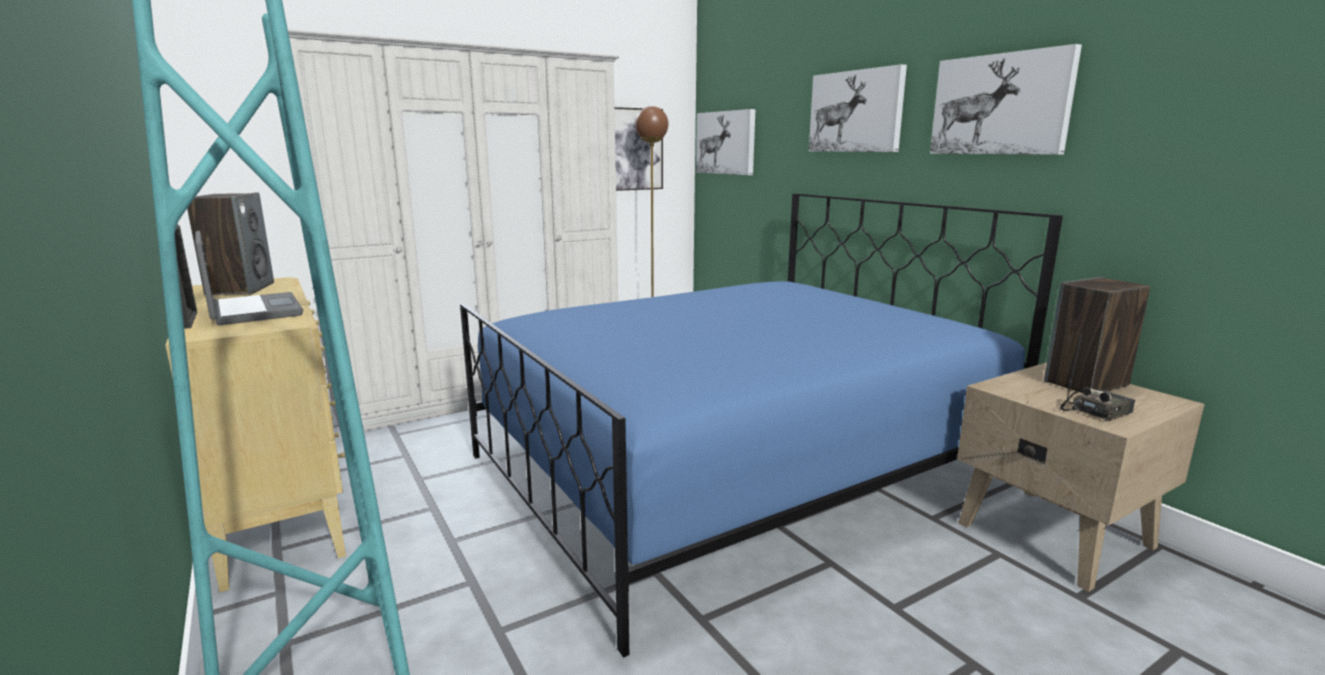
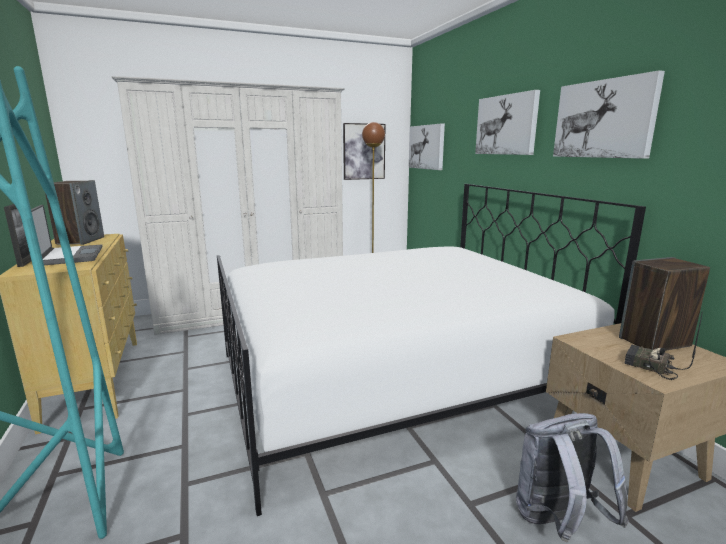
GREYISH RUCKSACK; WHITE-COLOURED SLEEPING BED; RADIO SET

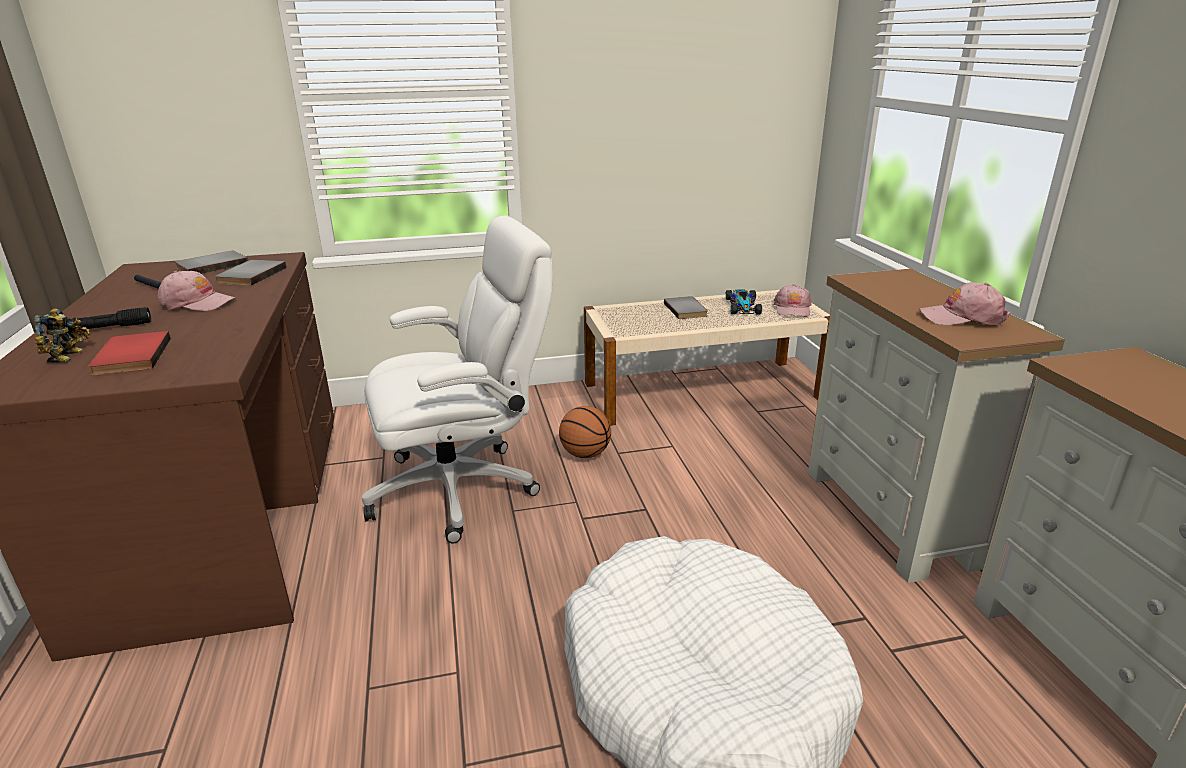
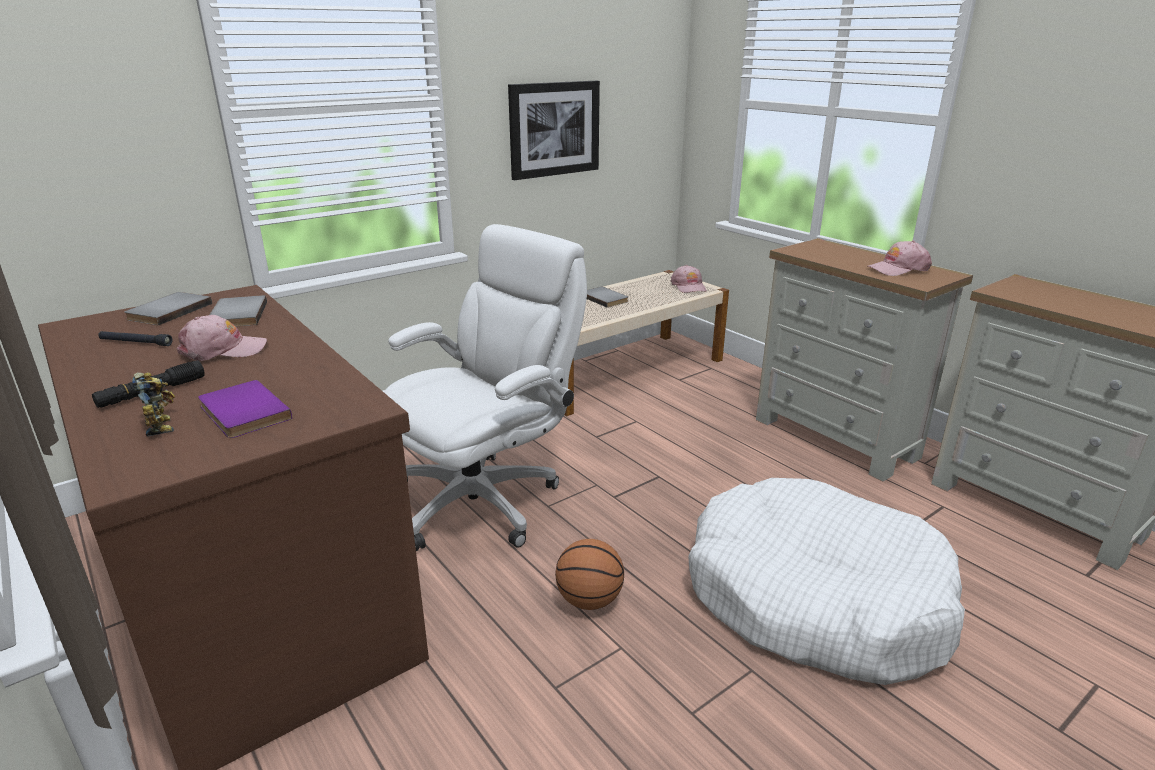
TOY CAR; WALL ART; BALL FOR BASKETBALL; PURPLE BOUND BOOK

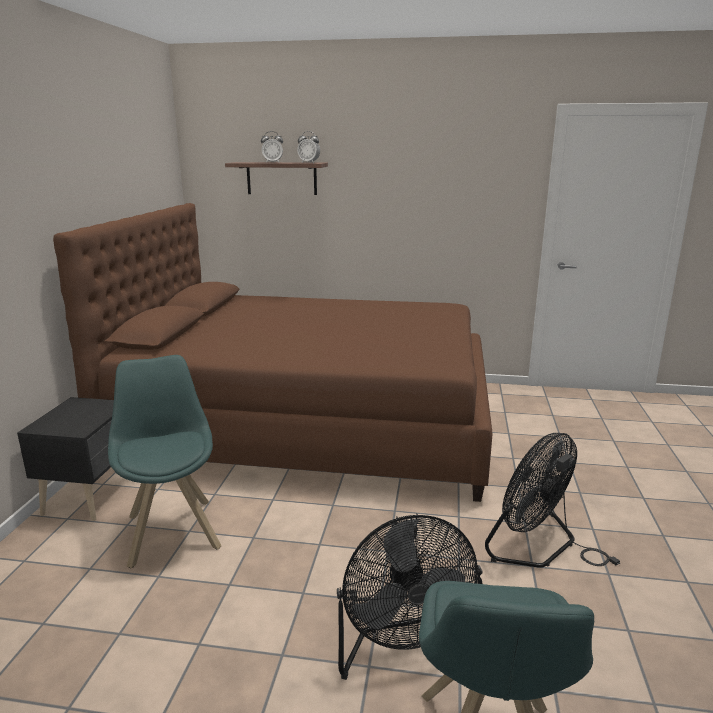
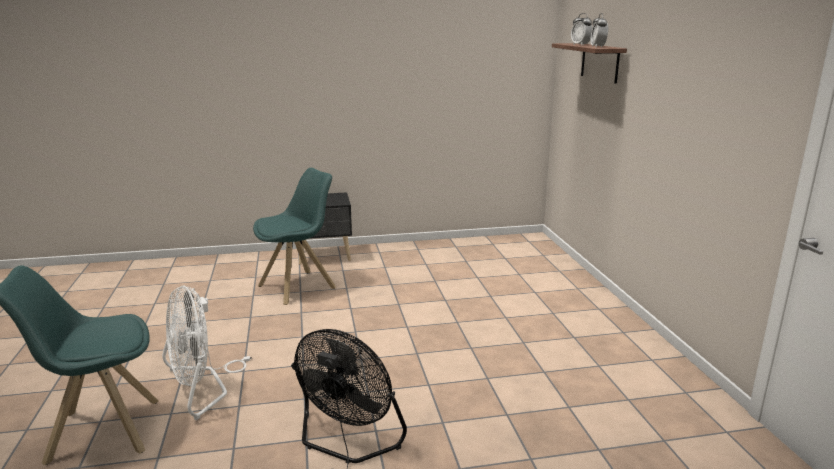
BROWN SLEEPING BED; WHITE-COLOURED FAN

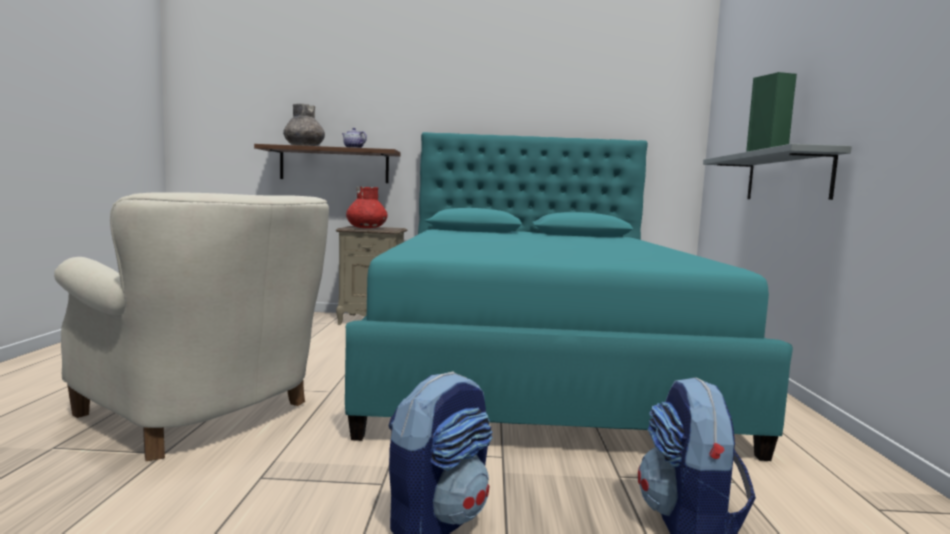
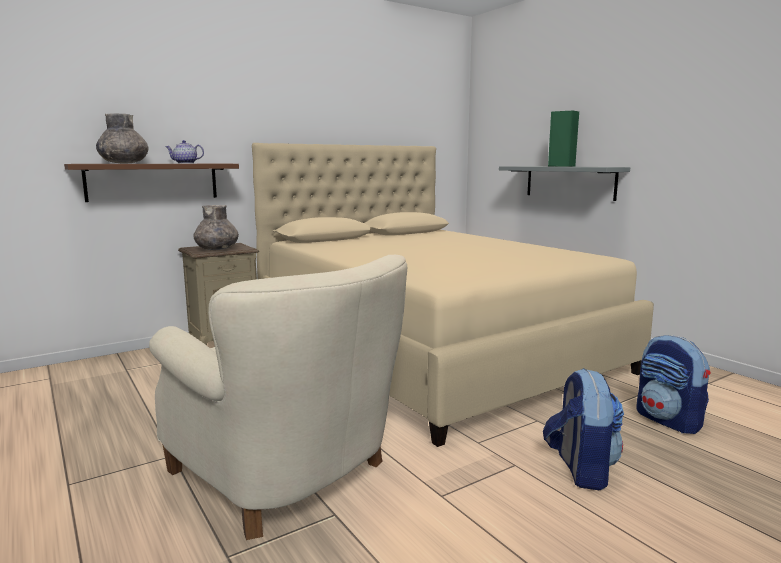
SAND-COLOURED SLEEPING BED; GREYISH FLOWER VASE (2nd from left); SAND-COLOURED ARMCHAIR

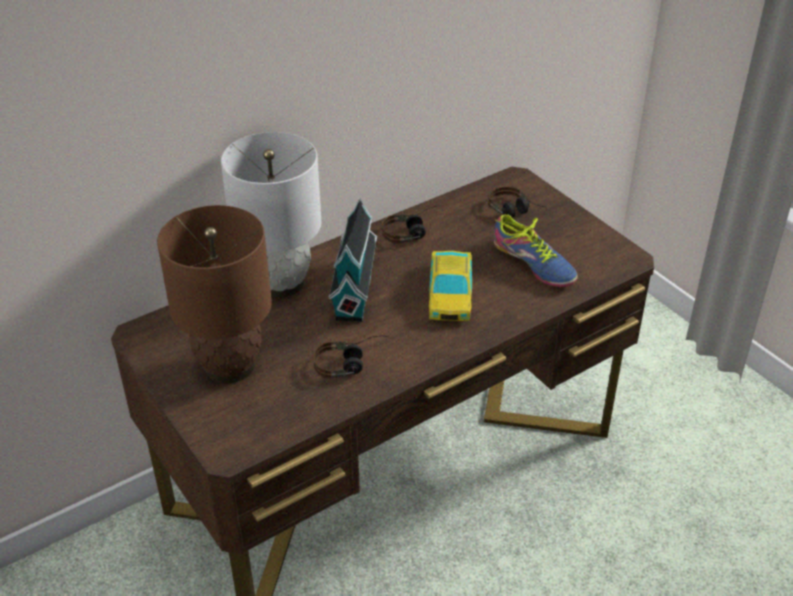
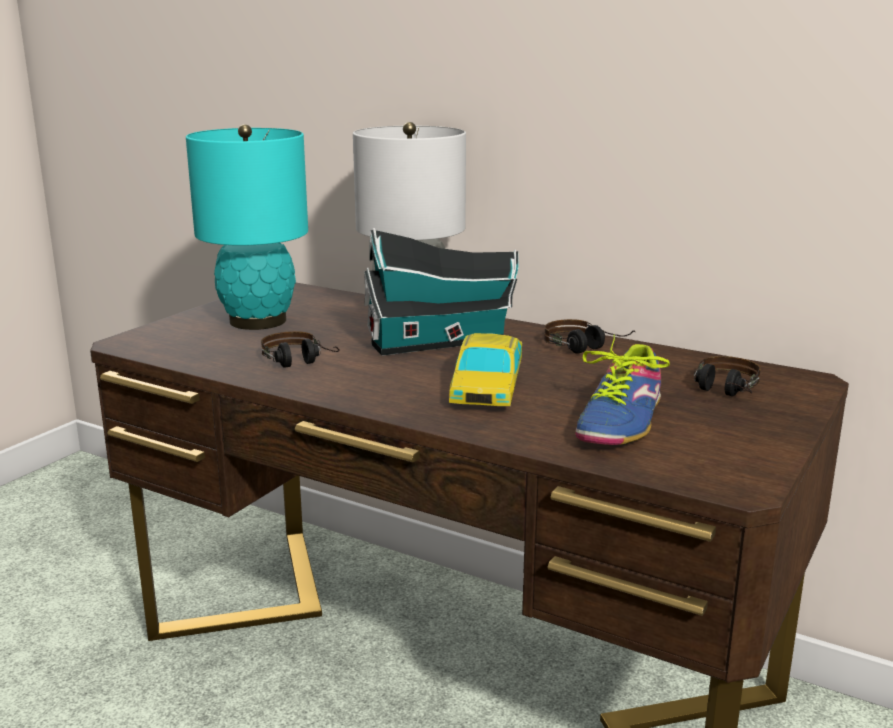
TURQUOISE-COLOURED TABLETOP LAMP; TOY CAR

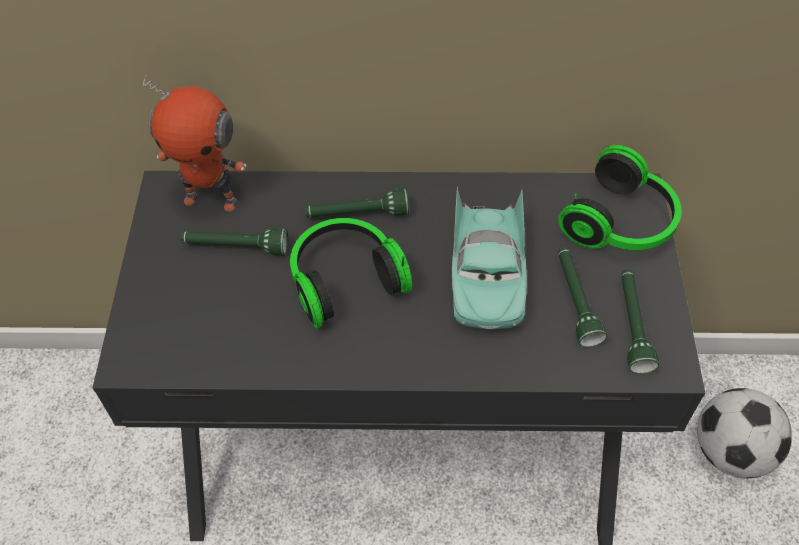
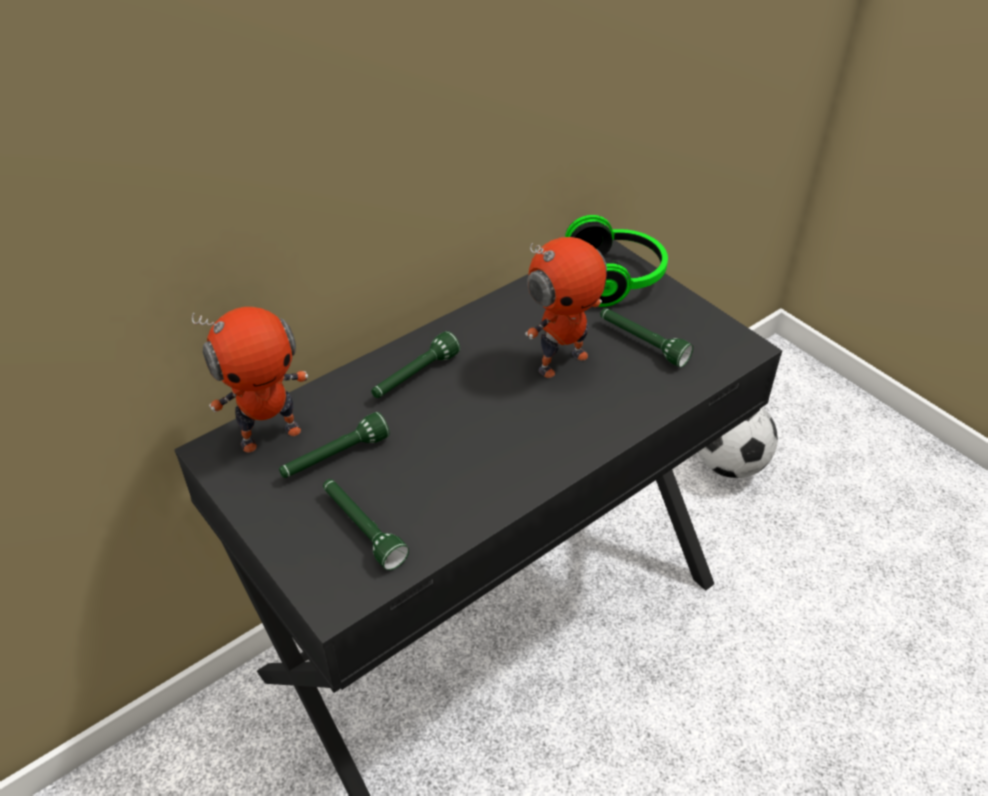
HEADSET (1st from left in the first image); GREEN-COLOURED TORCH (2nd from left); MODEL ROBOT (2nd from left)

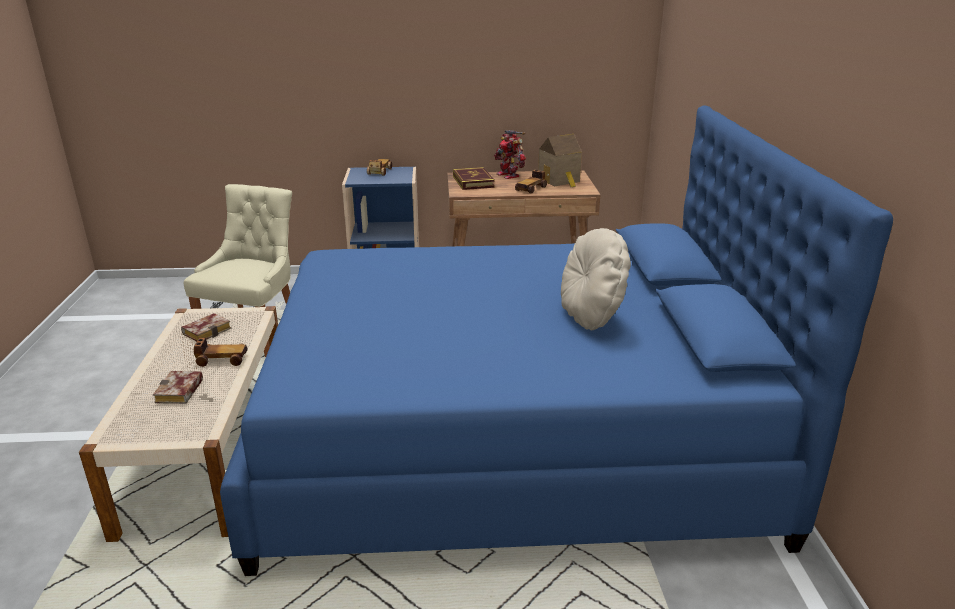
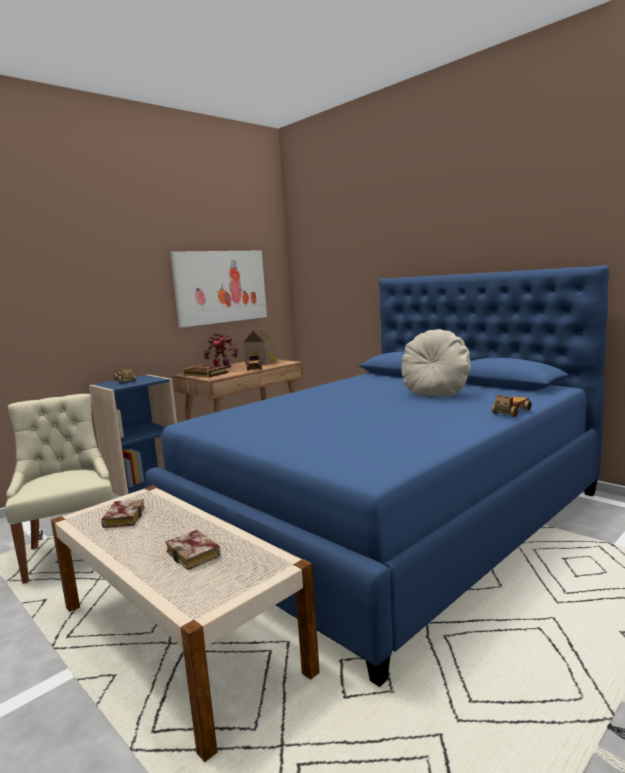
WALL ART; TOY CAR (3rd from left)

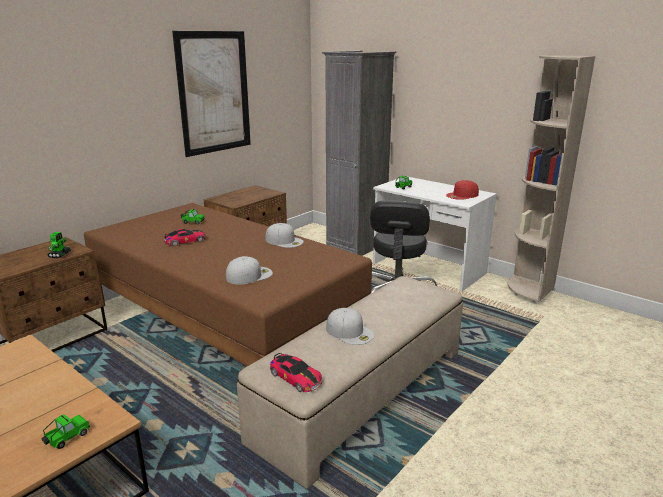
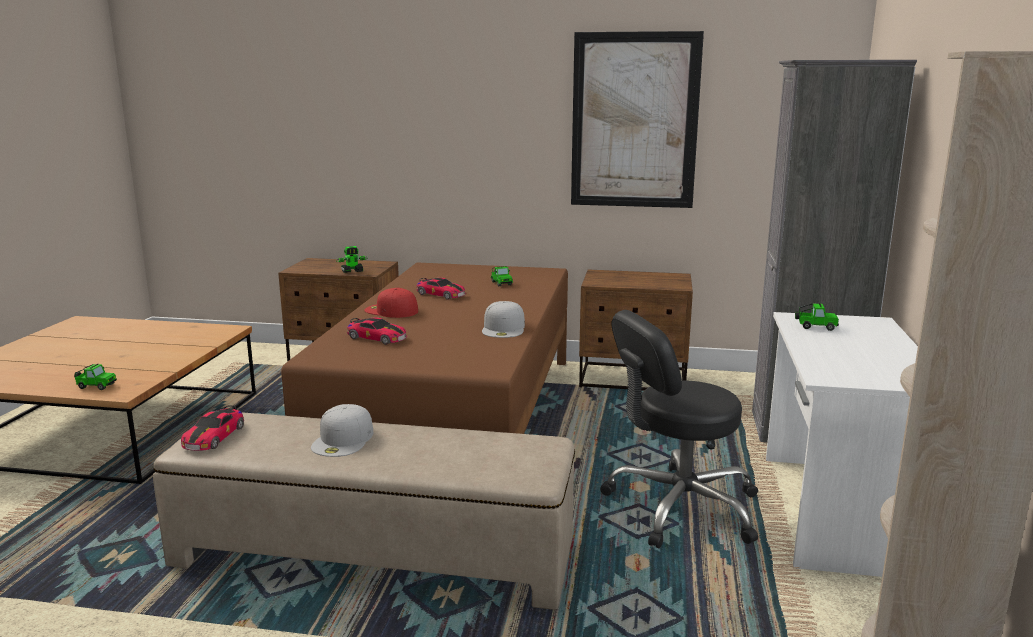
RED-COLOURED CAP; TOY CAR (3rd from left)

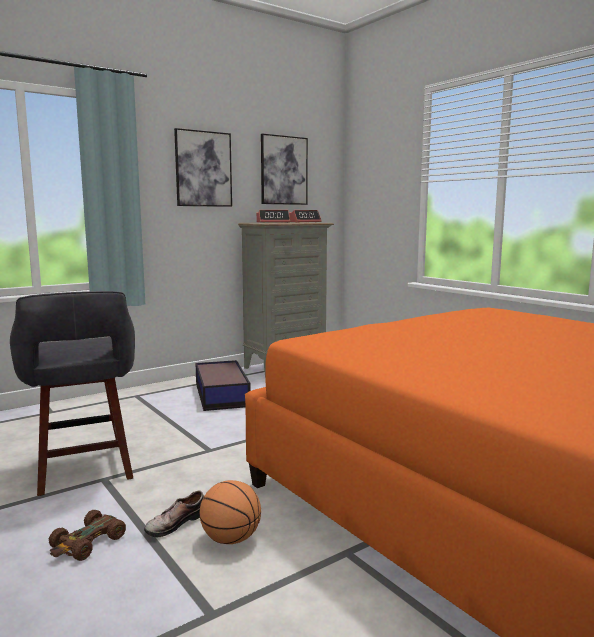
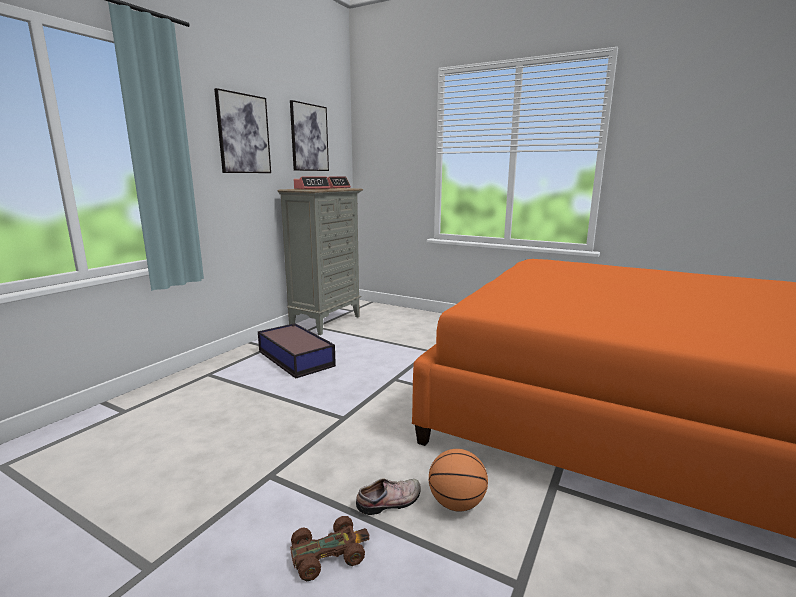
GREYISH SITTING STOOL; BROWN TOY CAR; SHOE

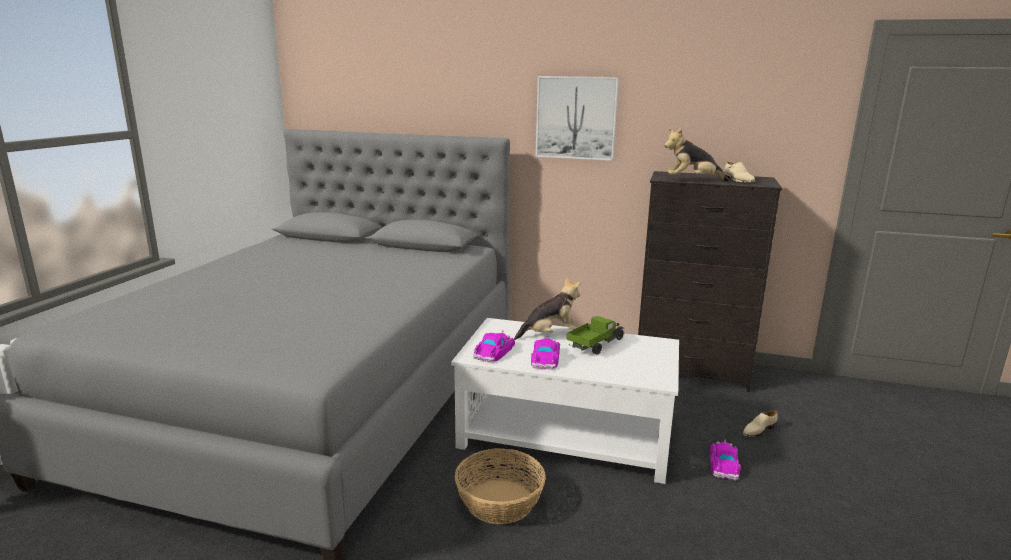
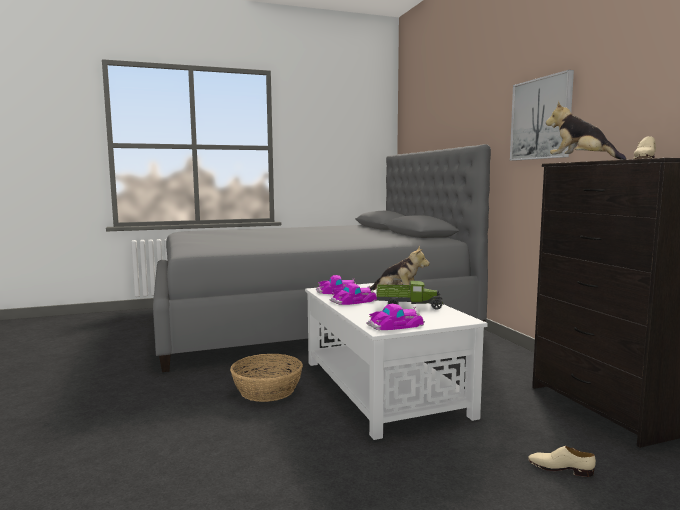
TOY CAR (3rd from left)

